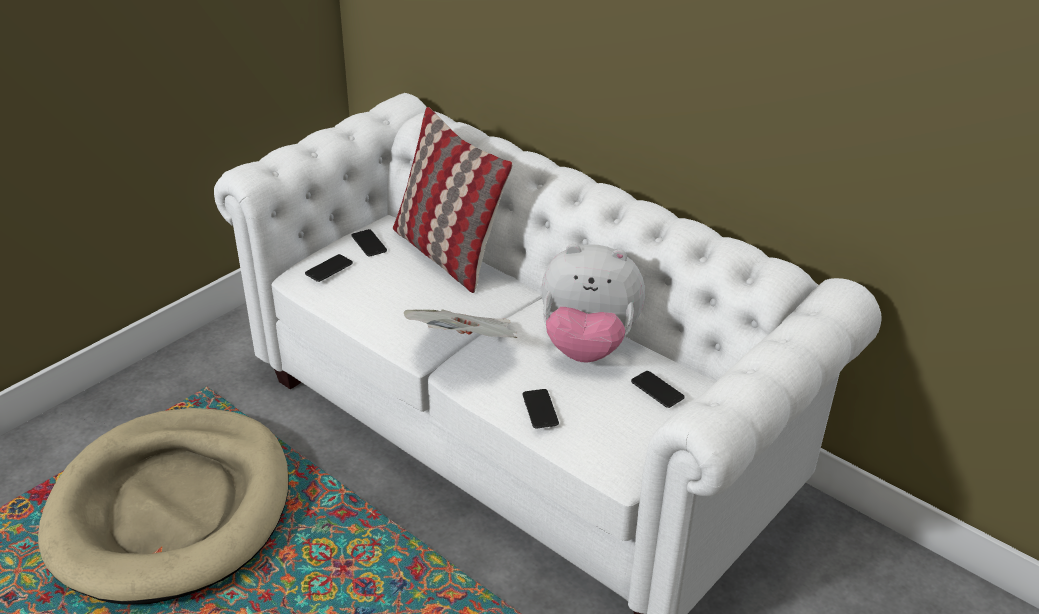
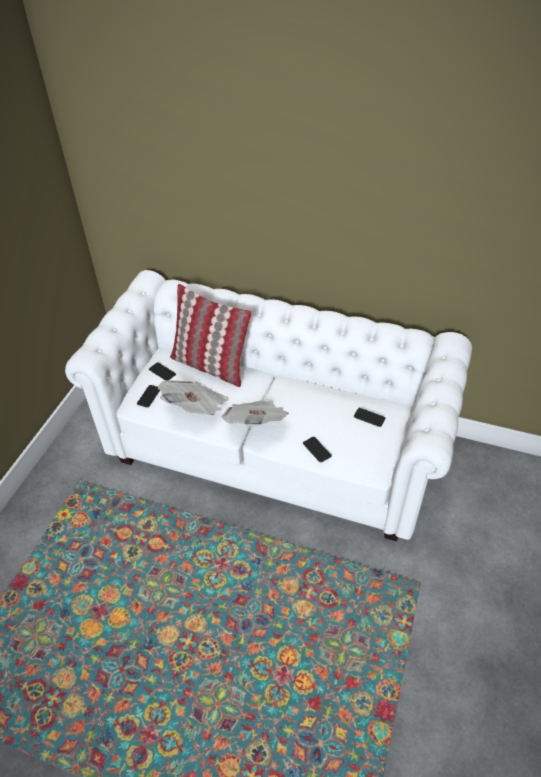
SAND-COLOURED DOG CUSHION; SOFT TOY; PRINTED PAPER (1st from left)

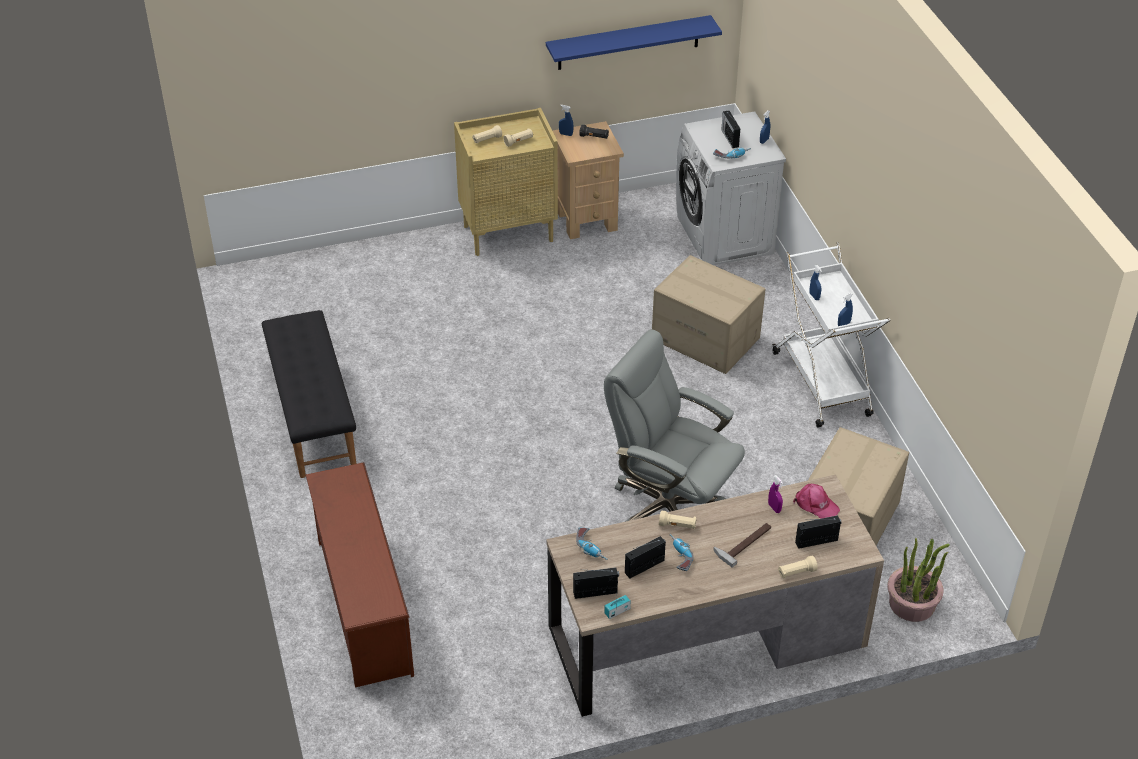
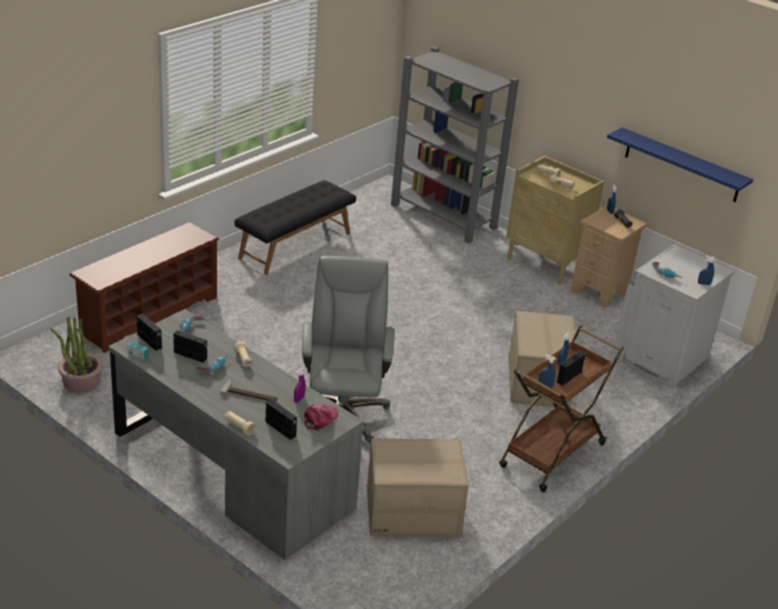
GREYISH BOOKSHELF; RADIO SET (5th from left); HOUSEPLANT; GREYISH DESK; BROWN CART; PINKISH CAP

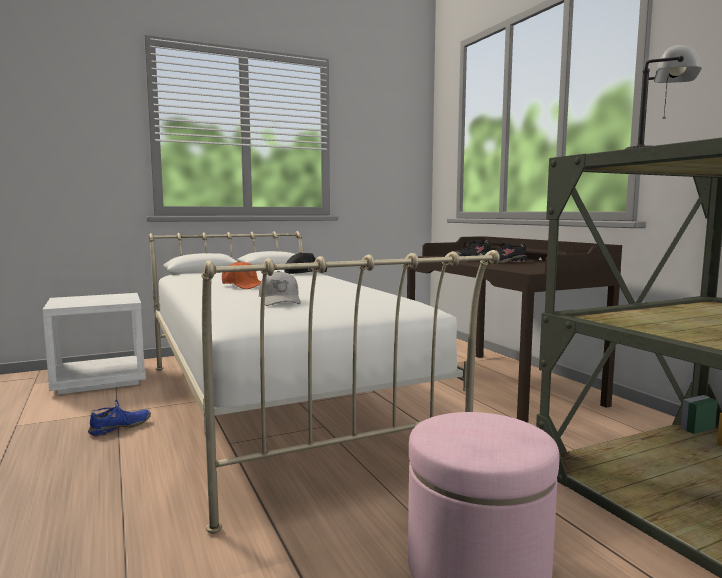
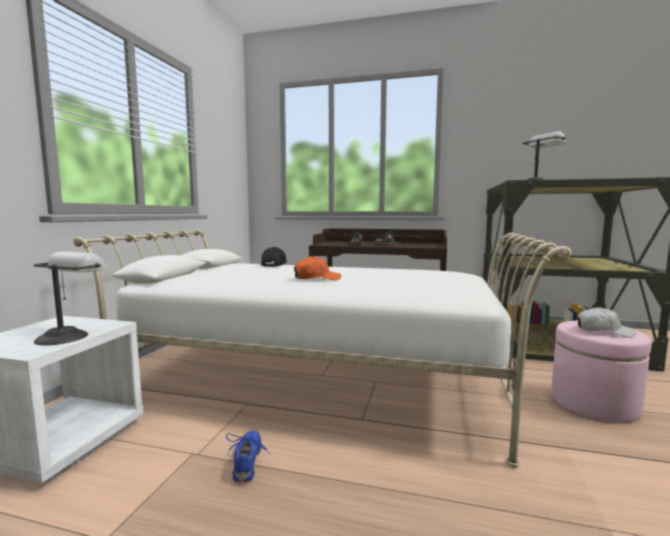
TABLETOP LAMP (1st from left); WHITE-COLOURED CAP

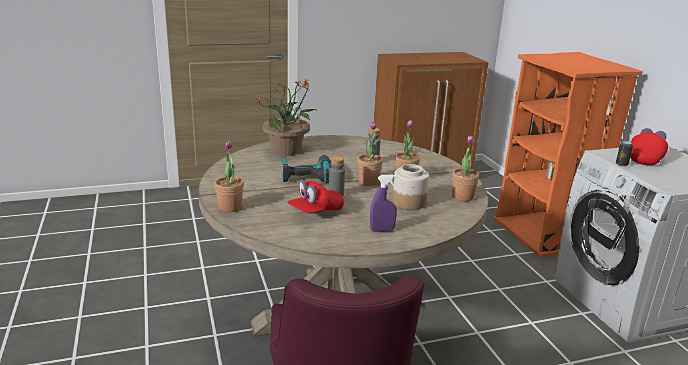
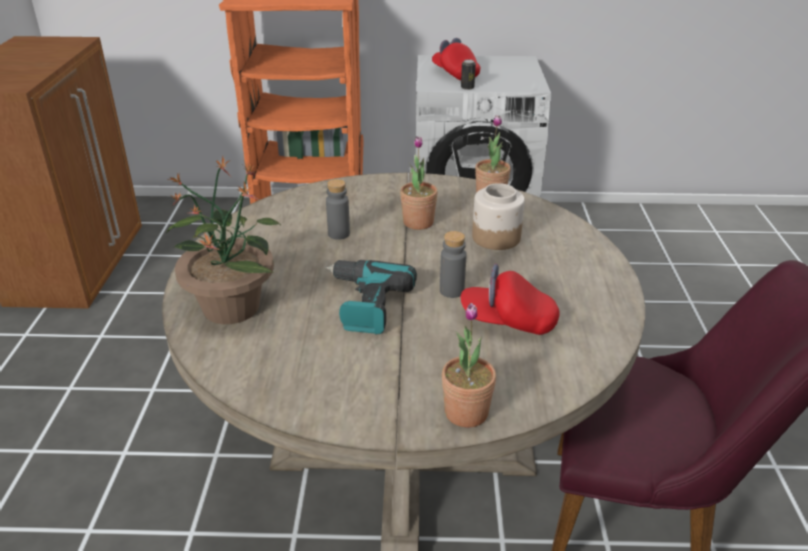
HOUSEPLANT (3rd from left in the first image); PURPLE SPRAY BOTTLE; RED-COLOURED CAP (2nd from left)

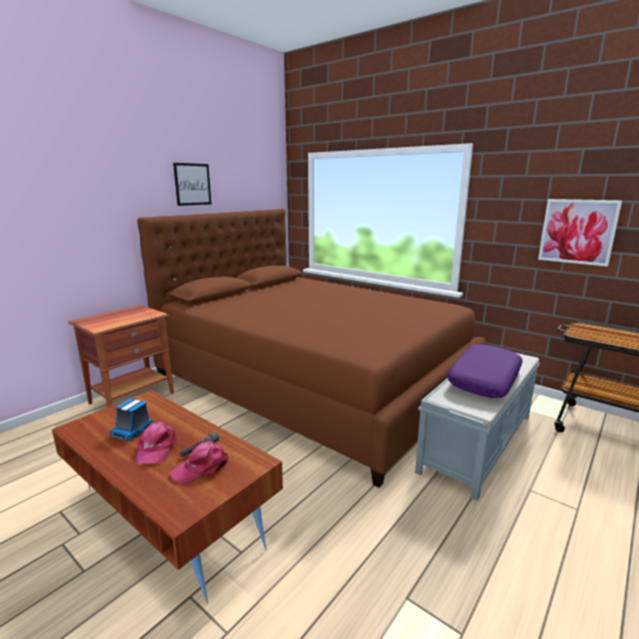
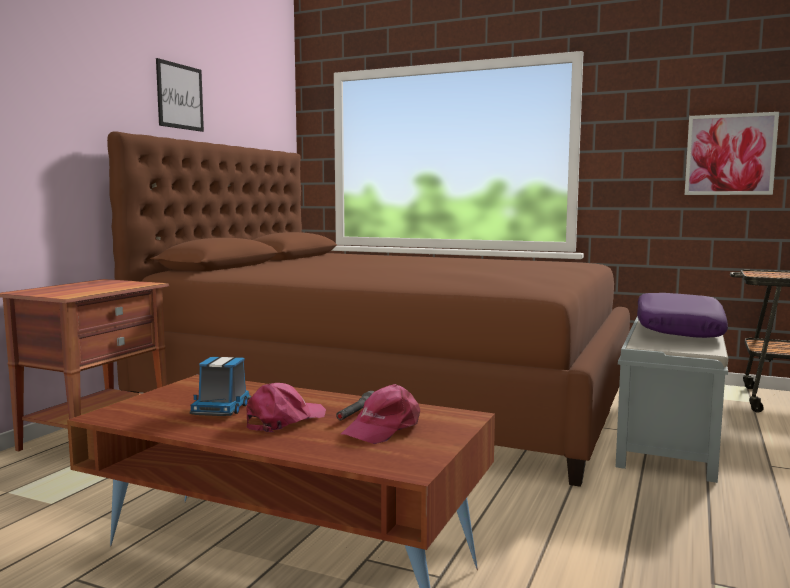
PINKISH CAP (1st from left)

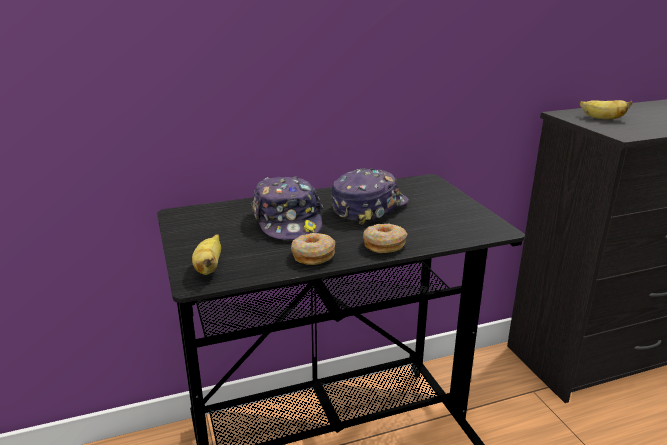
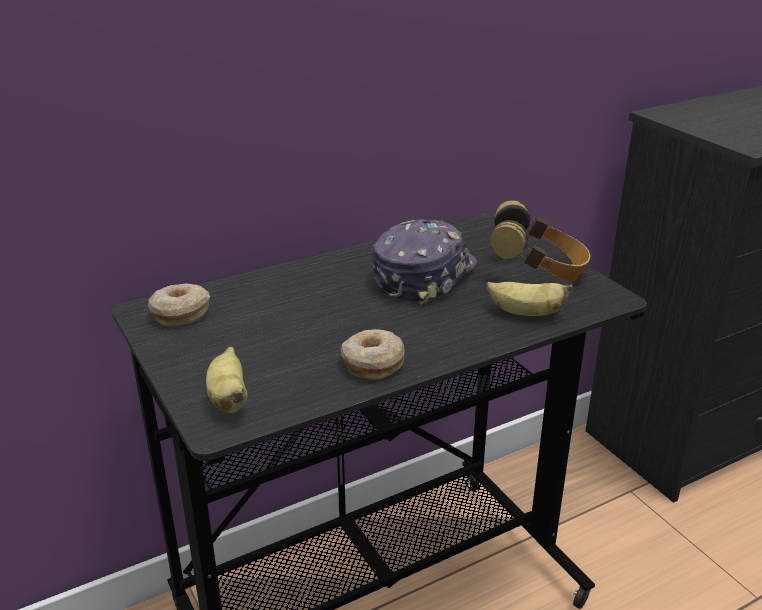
CAP (1st from left in the first image); HEADSET; DONUT (1st from left); BANANA (2nd from left)

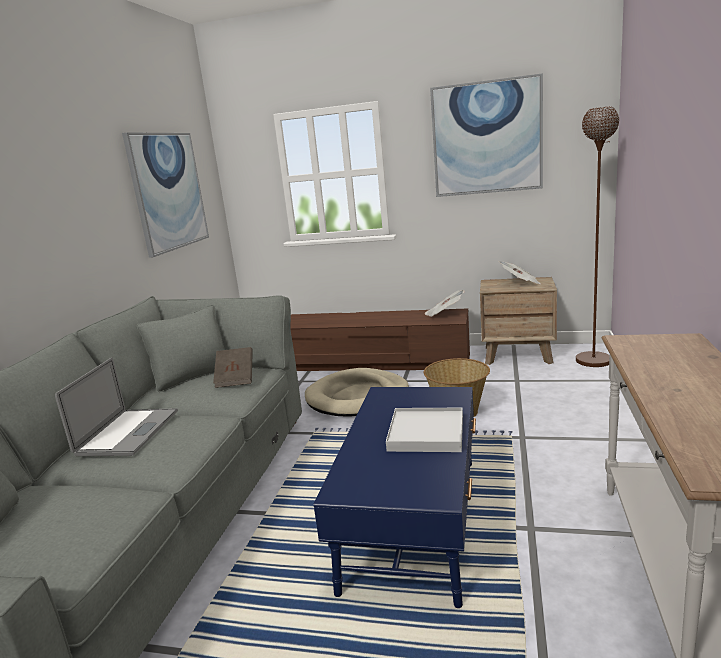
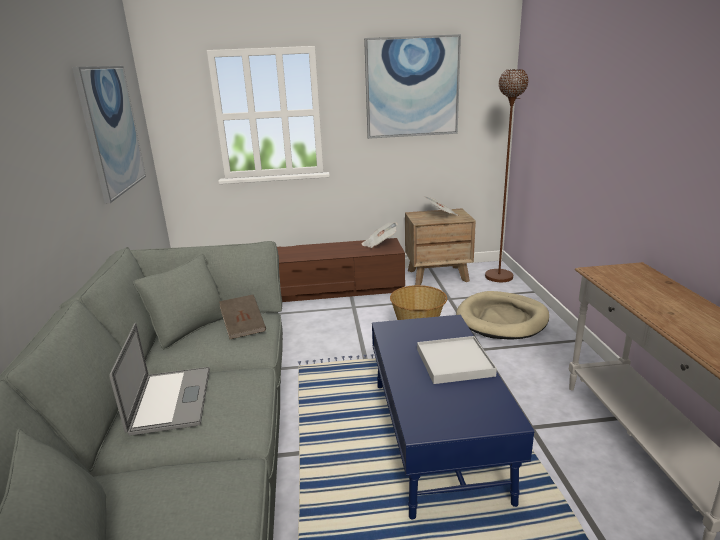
SAND-COLOURED DOG CUSHION

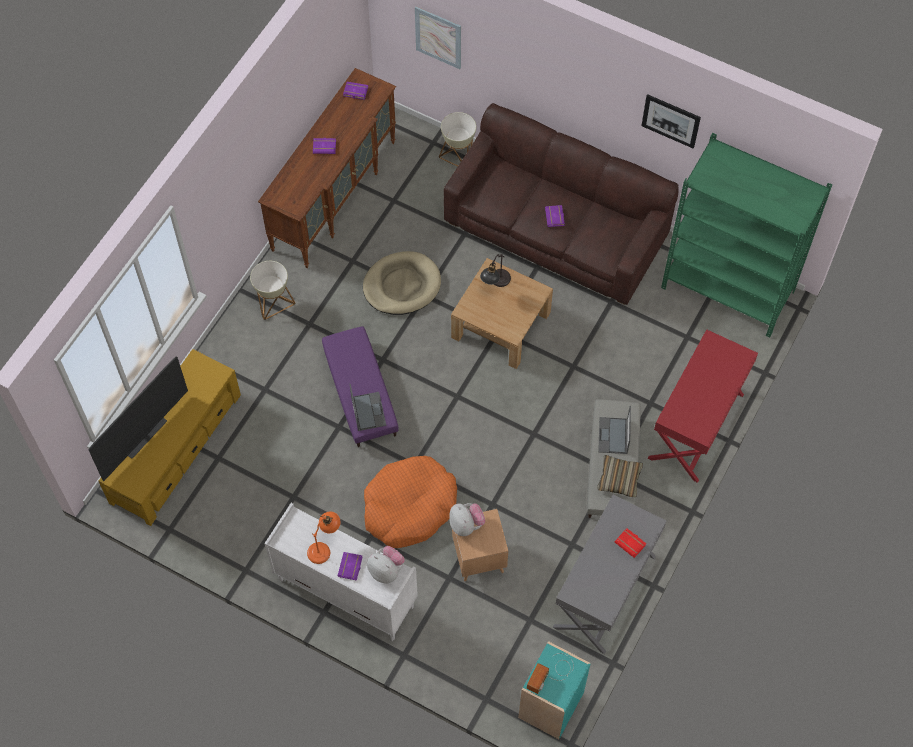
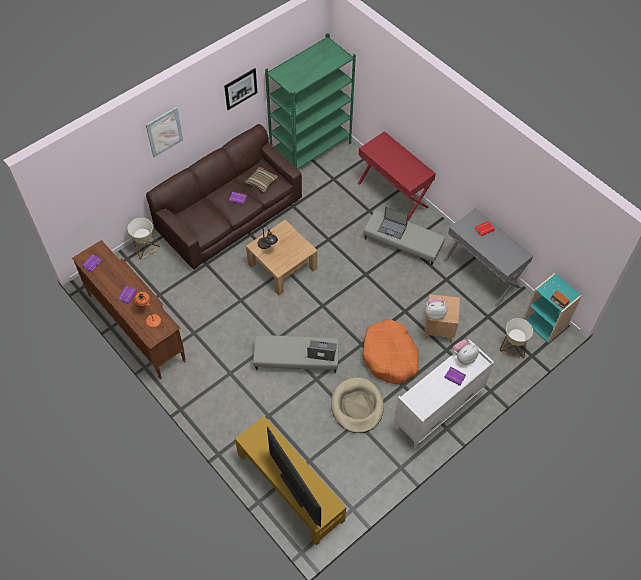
PLANTER (2nd from left); ORANGE-COLOURED TABLETOP LAMP; SAND-COLOURED DOG CUSHION; WALL ART (1st from left); THROW PILLOW; GREYISH OTTOMAN (1st from left)

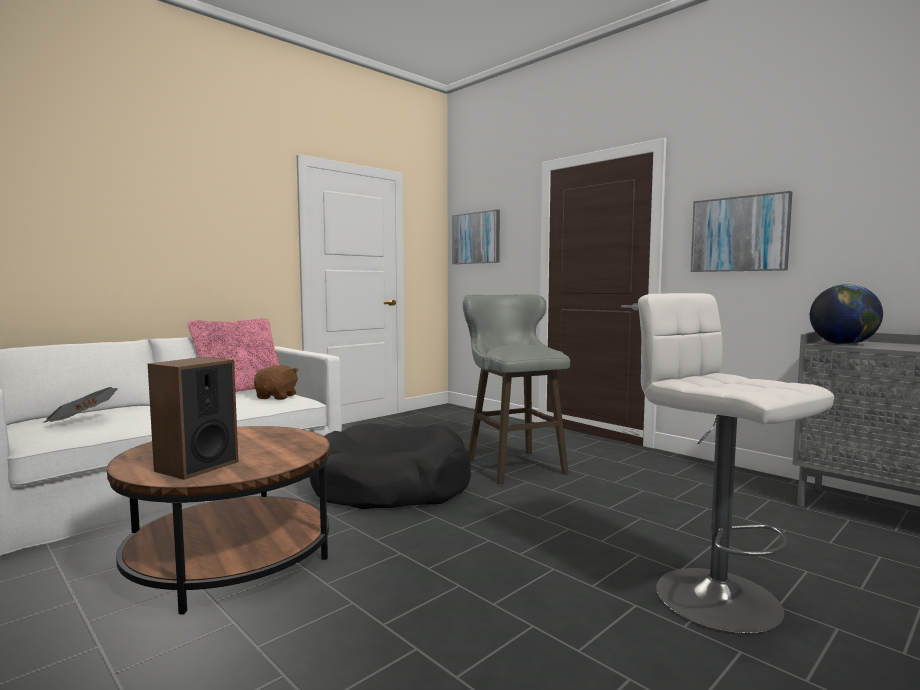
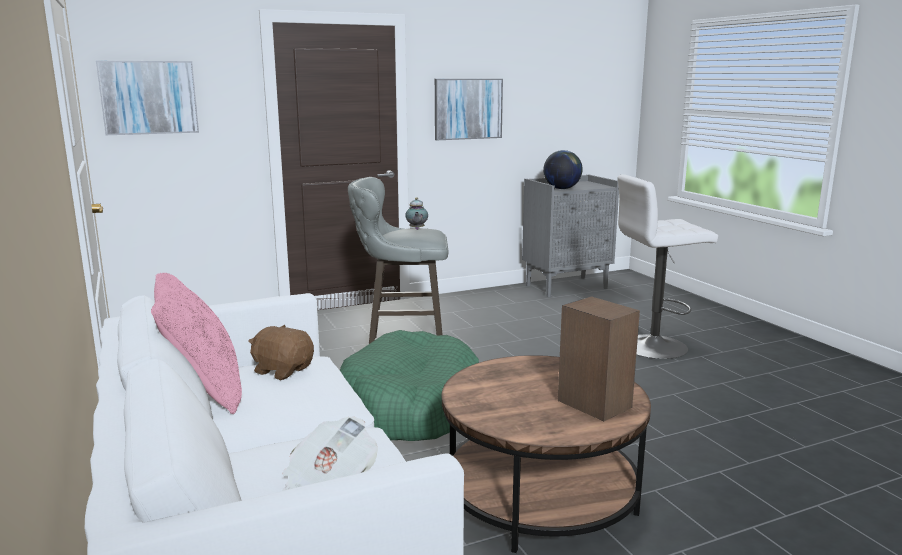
POT FOR TEA; GREEN-COLOURED DOG CUSHION

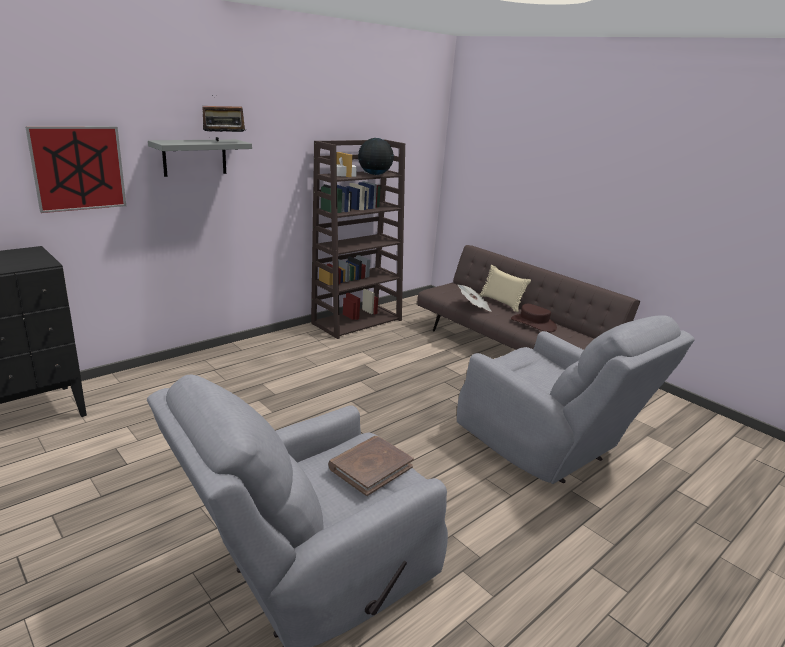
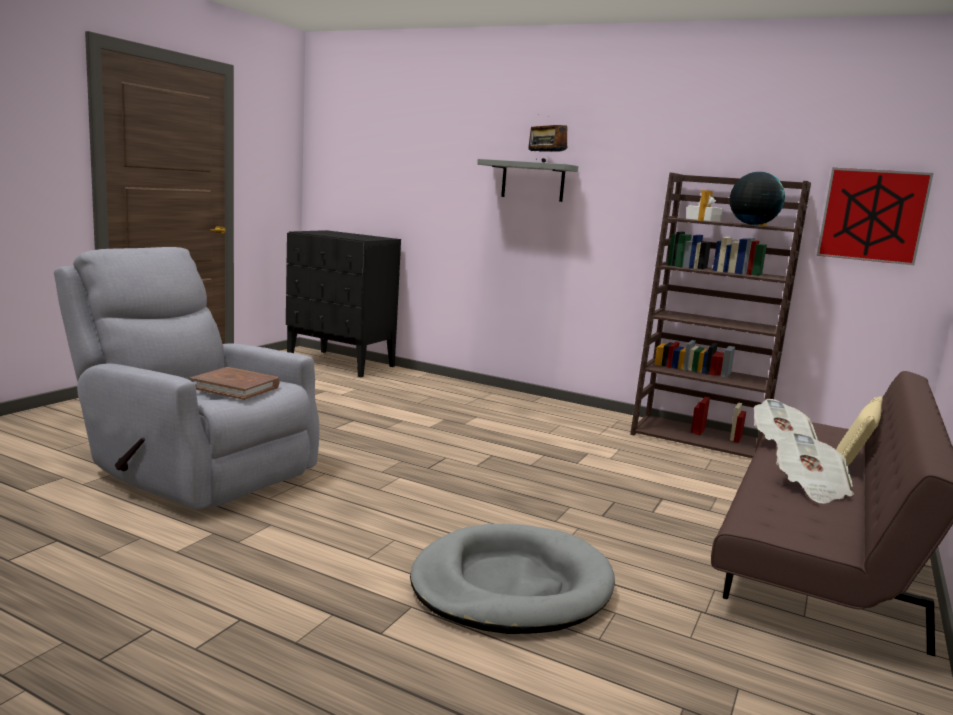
WALL ART; GREYISH DOG CUSHION; PRINTED PAPER (2nd from left)

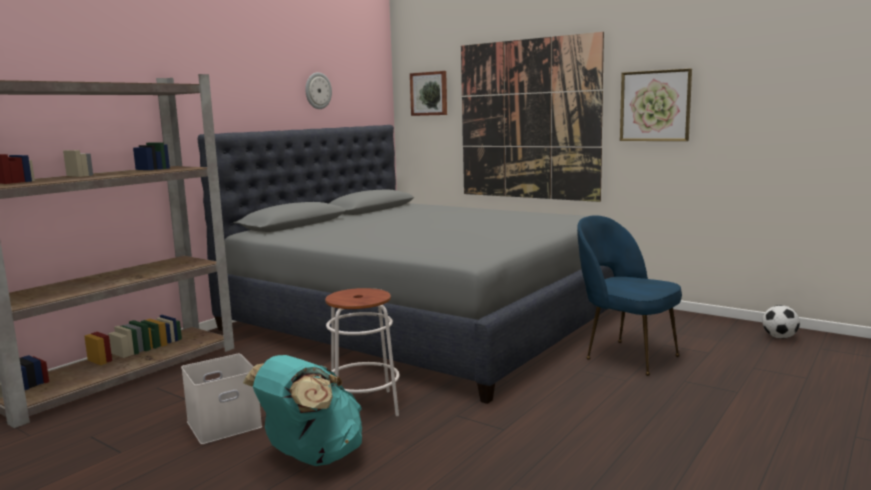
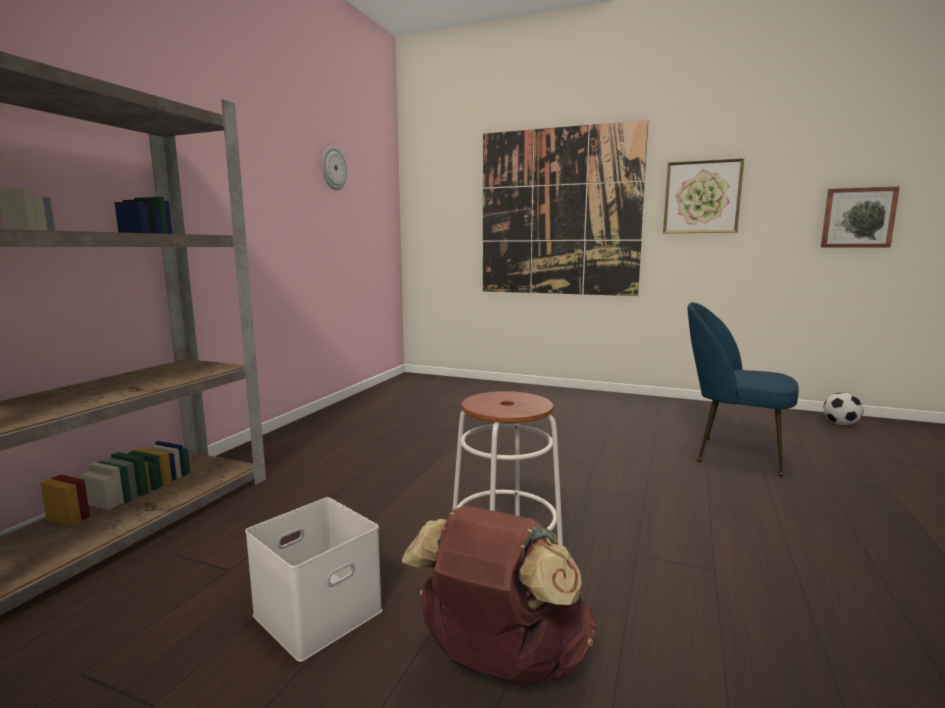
GREYISH SLEEPING BED; WALL ART (3rd from left); BROWN RUCKSACK

